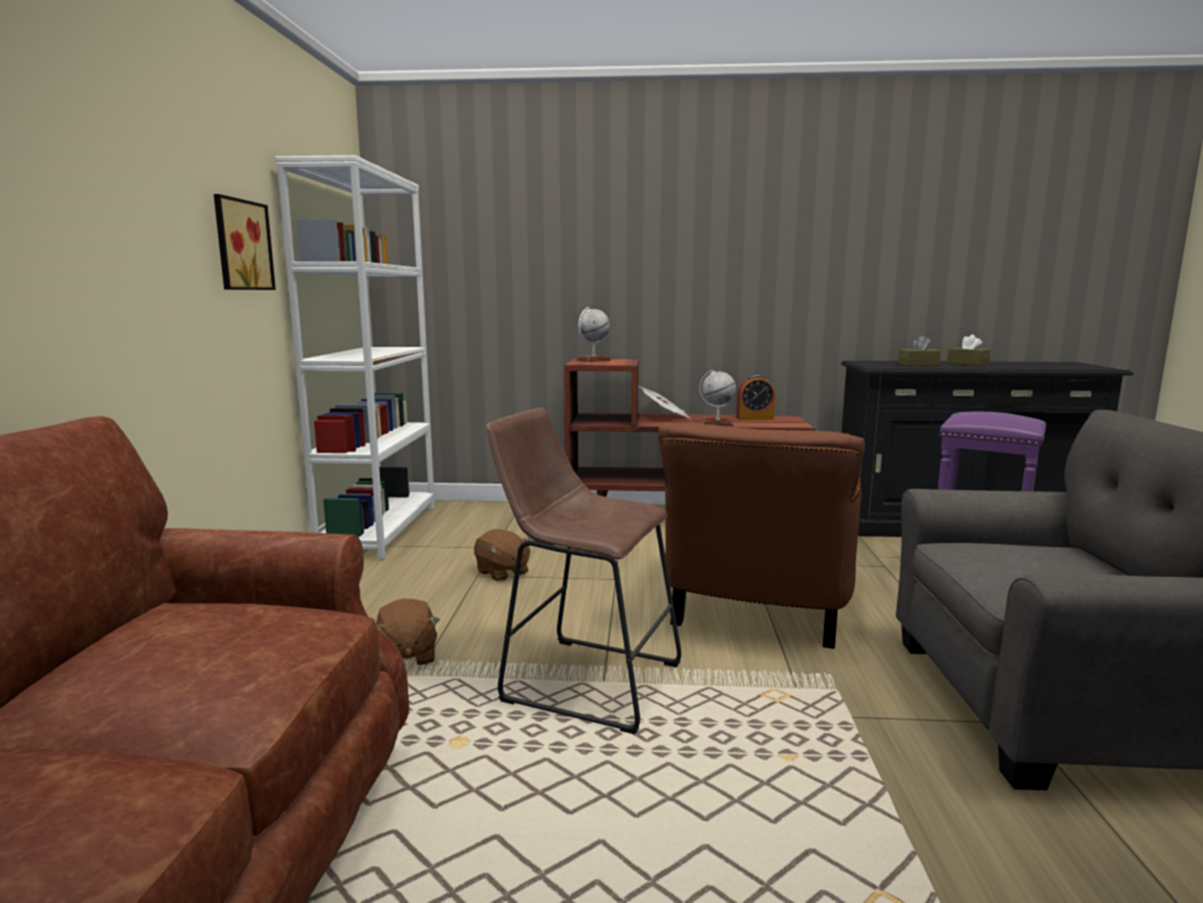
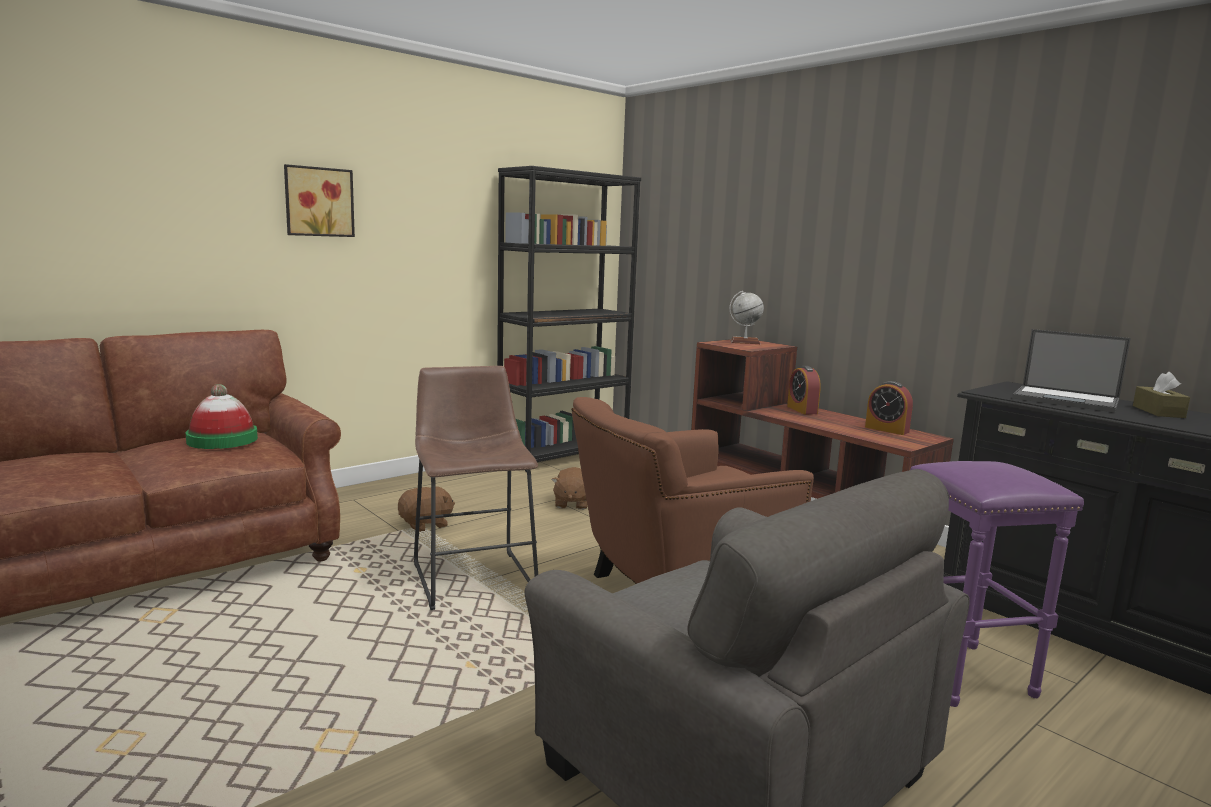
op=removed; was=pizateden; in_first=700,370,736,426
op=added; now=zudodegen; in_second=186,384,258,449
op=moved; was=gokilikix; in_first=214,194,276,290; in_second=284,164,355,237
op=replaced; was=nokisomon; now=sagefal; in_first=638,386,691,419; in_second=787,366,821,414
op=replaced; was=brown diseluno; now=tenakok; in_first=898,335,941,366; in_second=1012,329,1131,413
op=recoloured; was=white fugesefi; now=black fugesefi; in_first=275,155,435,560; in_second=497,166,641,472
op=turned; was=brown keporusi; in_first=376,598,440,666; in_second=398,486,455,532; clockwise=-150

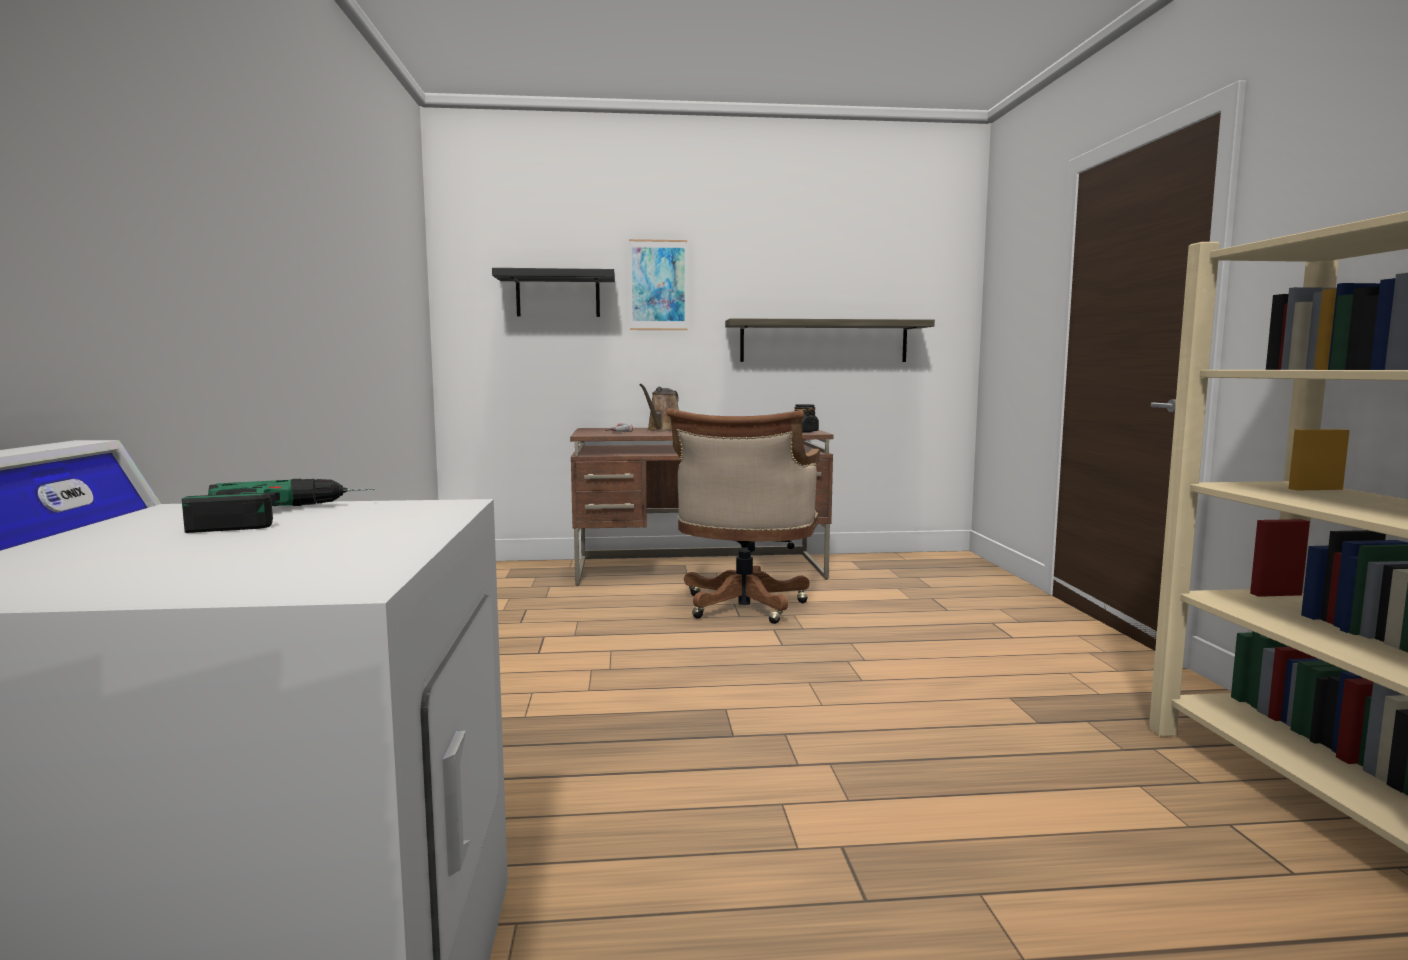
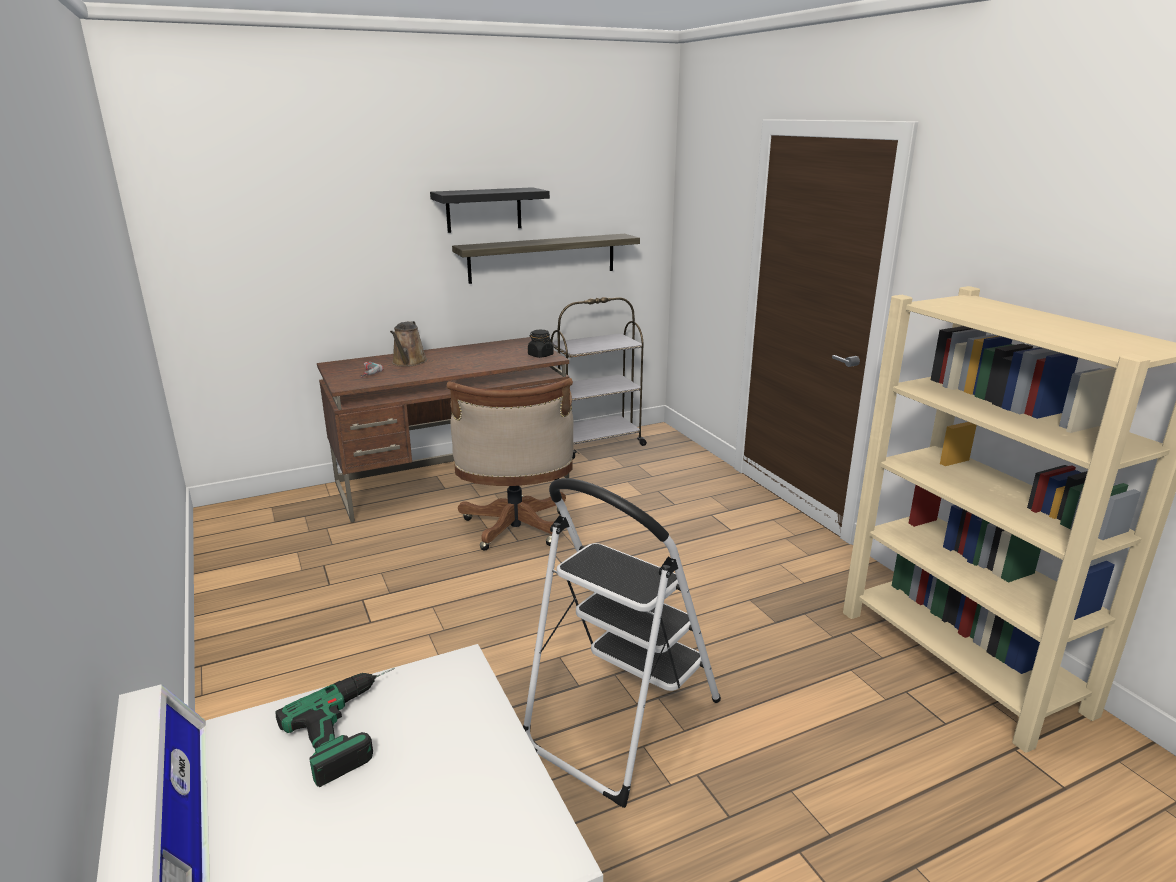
op=removed; was=gokilikix; in_first=629,239,688,330
op=added; now=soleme; in_second=523,478,721,808
op=added; now=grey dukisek; in_second=551,297,647,460
op=moved; was=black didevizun; in_first=492,268,615,317; in_second=430,187,550,233

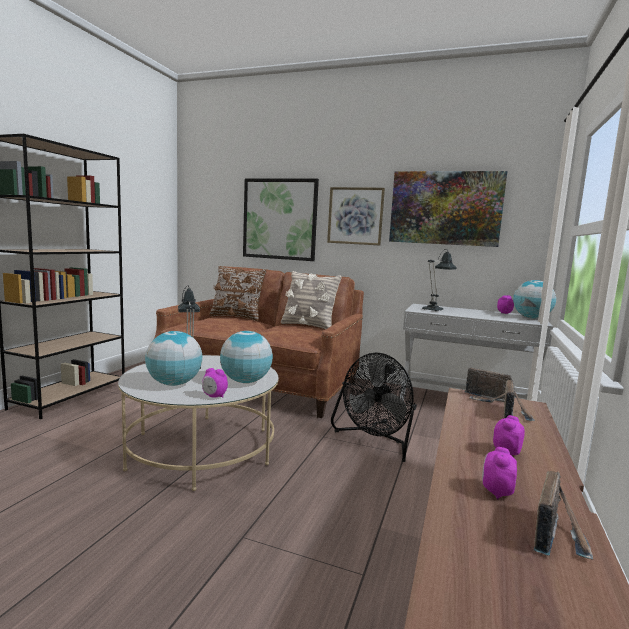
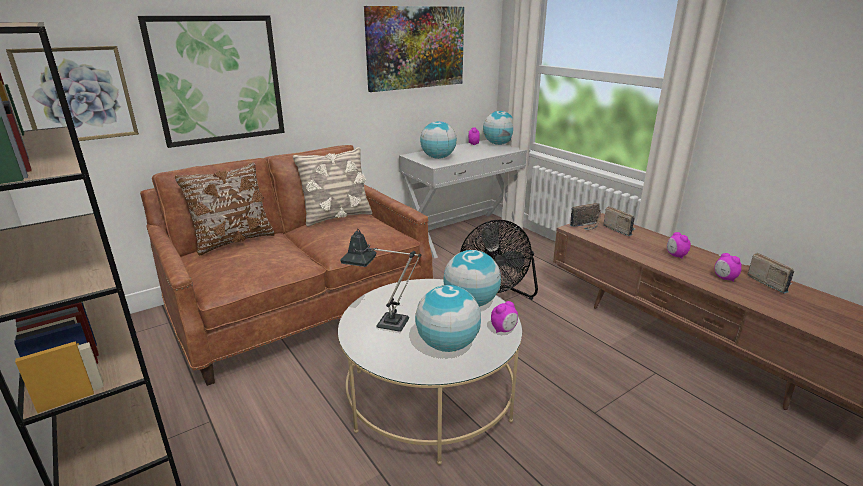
op=moved; was=gokilikix; in_first=327,187,385,245; in_second=6,46,139,141
op=replaced; was=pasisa; now=pizateden; in_first=422,250,457,311; in_second=420,121,457,159

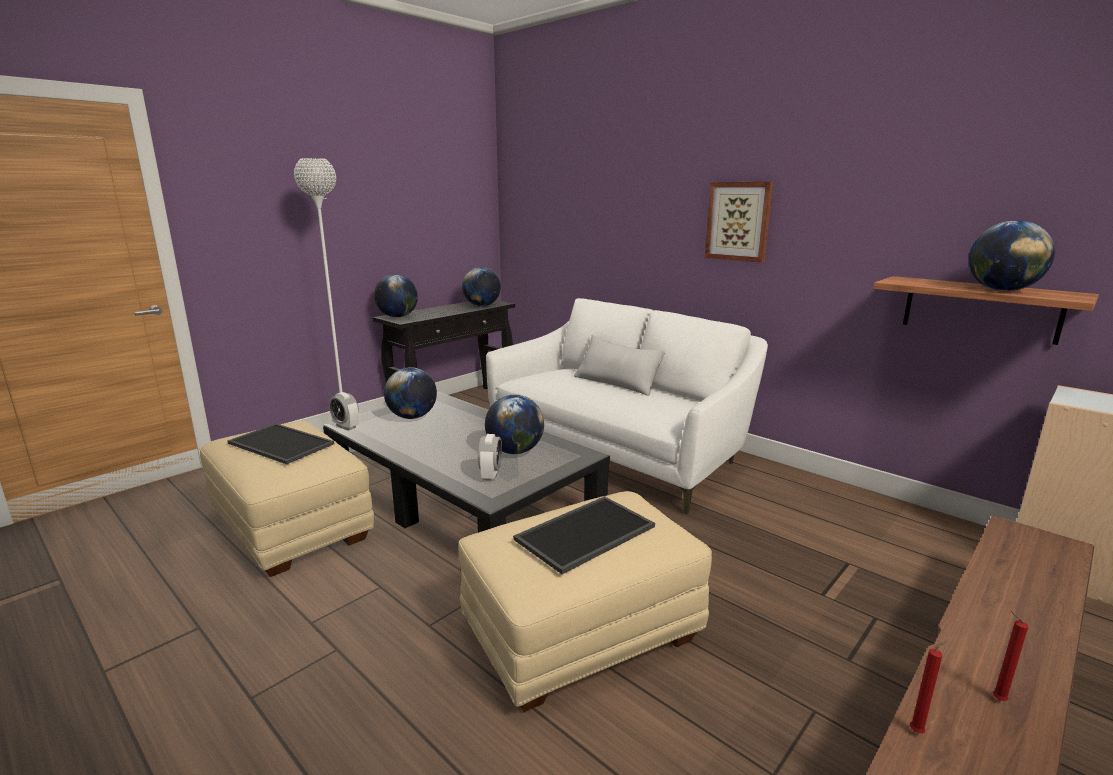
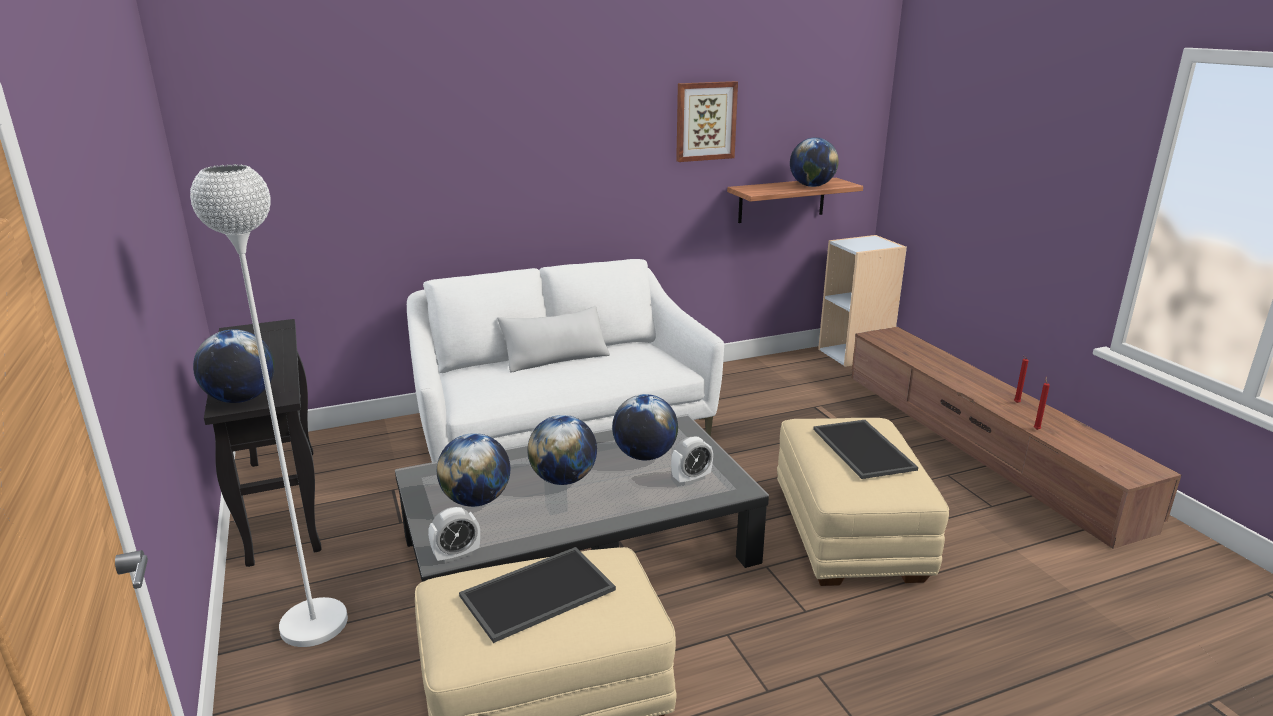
op=moved; was=pizateden; in_first=462,267,501,306; in_second=528,415,597,485
op=moved; was=gokilikix; in_first=705,182,773,263; in_second=676,81,738,162
op=turned; was=sagefal; in_first=478,434,502,481; in_second=671,436,713,485; clockwise=120

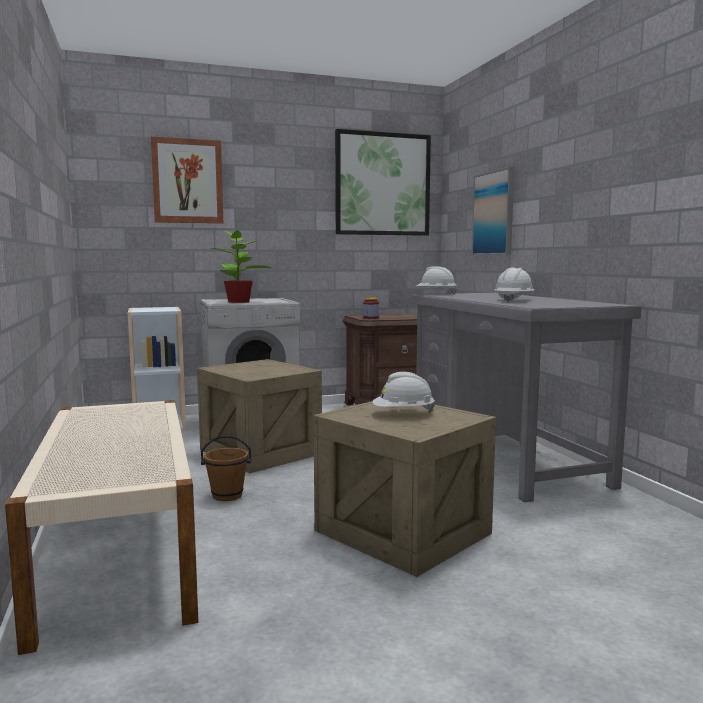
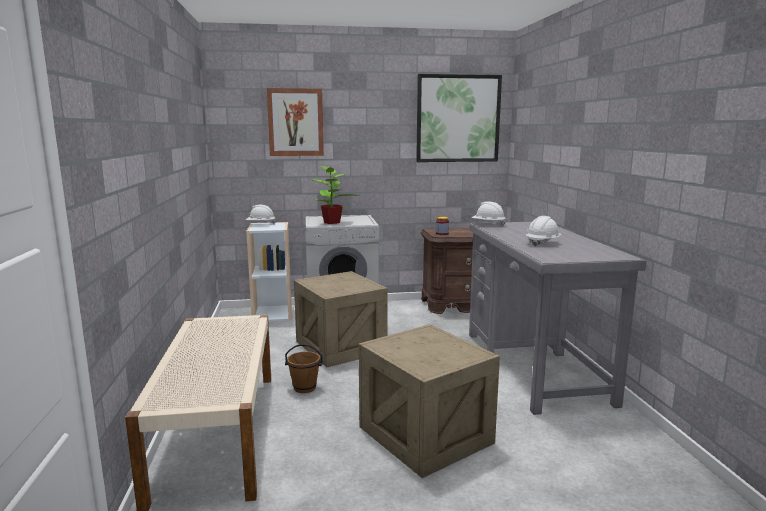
op=removed; was=gokilikix; in_first=472,167,514,255
op=moved; was=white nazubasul; in_first=372,372,435,412; in_second=246,205,276,224

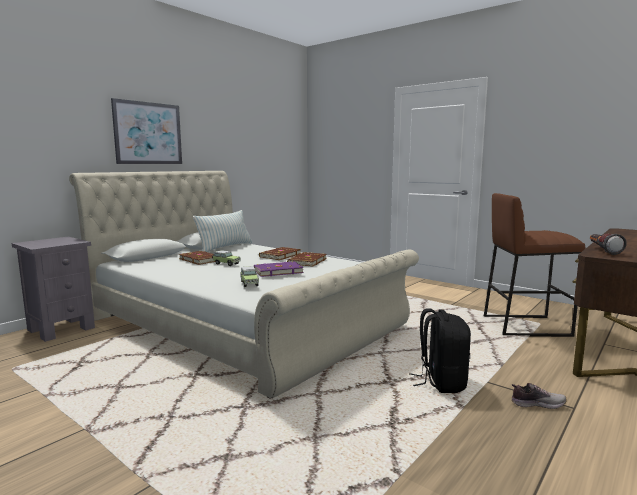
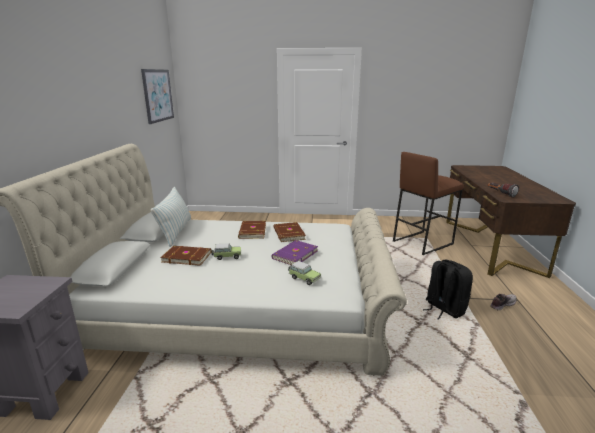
op=moved; was=gokilikix; in_first=111,98,182,164; in_second=141,69,174,124

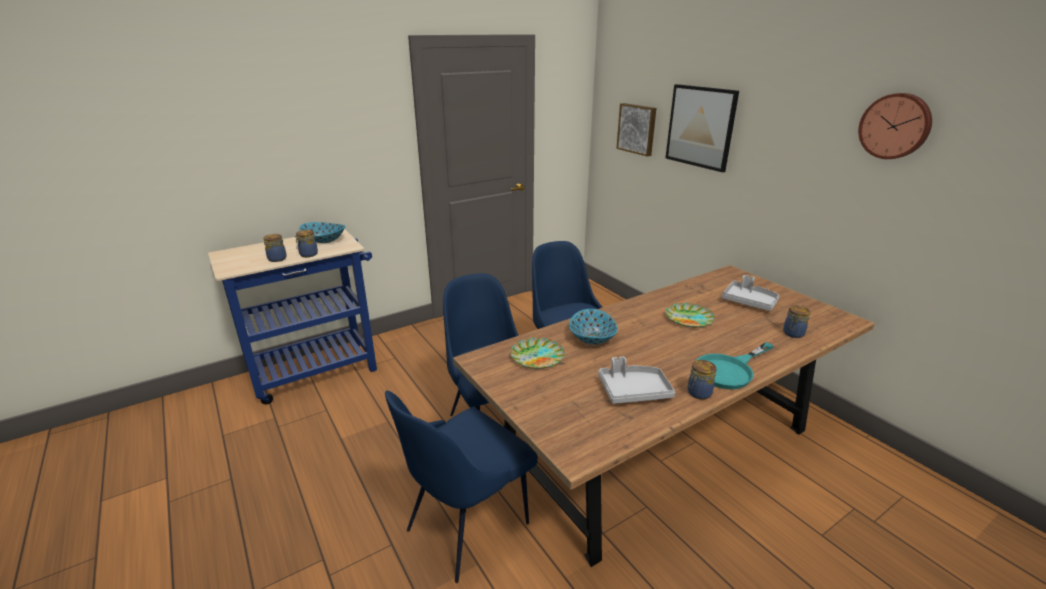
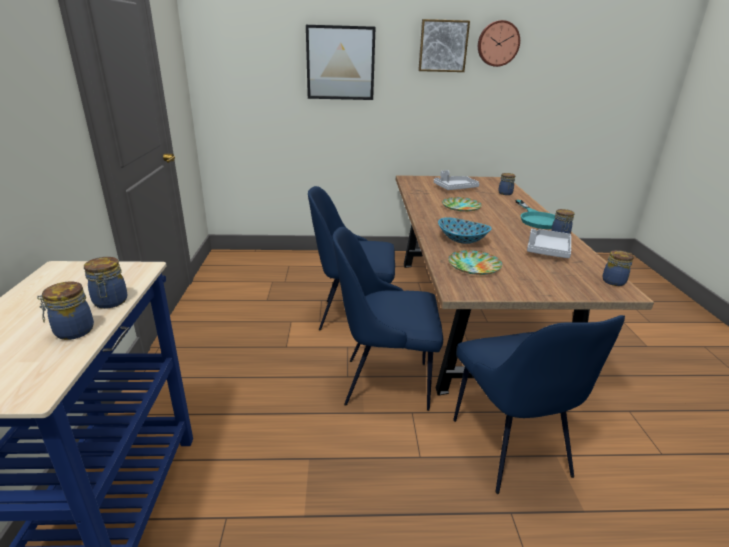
op=removed; was=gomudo; in_first=299,222,346,243
op=added; now=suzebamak; in_second=603,250,634,286
op=moved; was=gokilikix; in_first=616,103,656,157; in_second=418,19,470,72

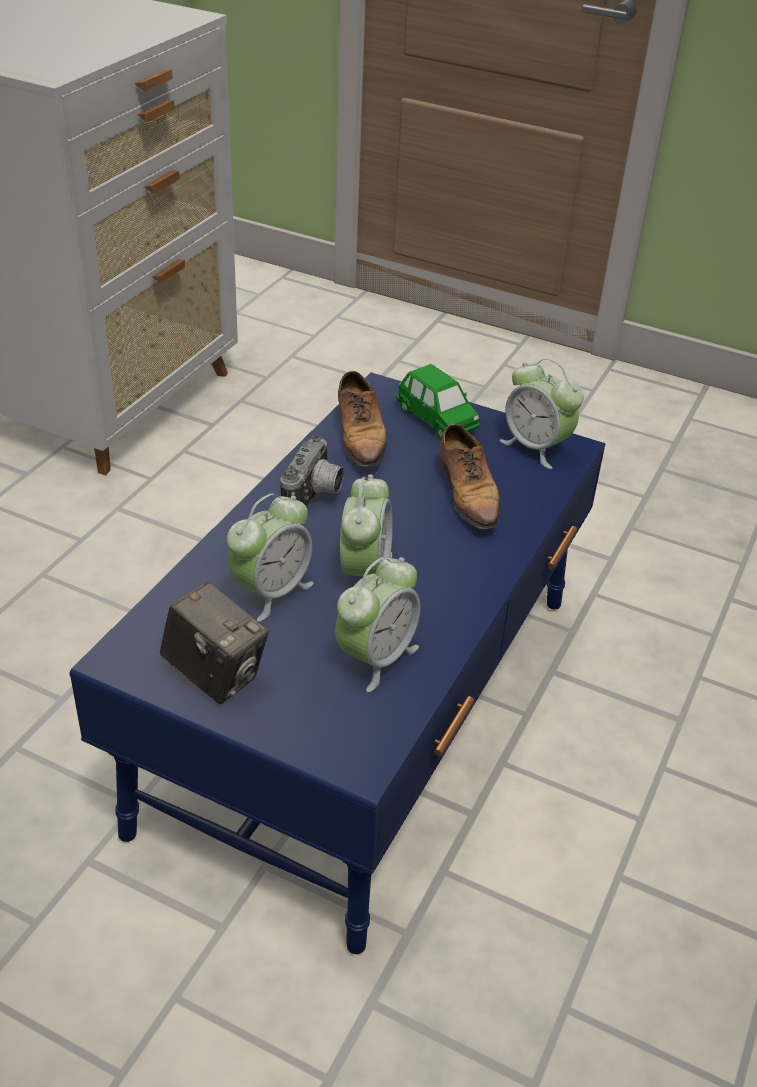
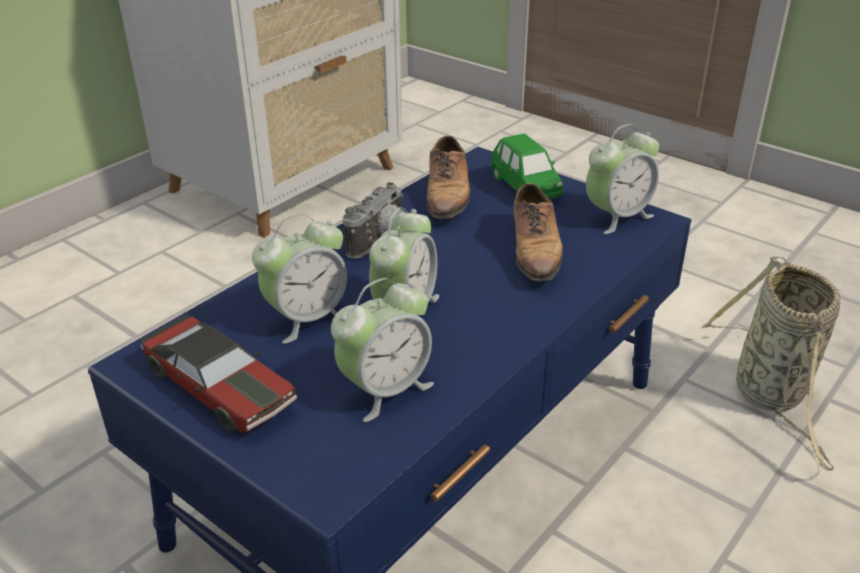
op=added; now=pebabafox; in_second=701,257,840,471
op=replaced; was=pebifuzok; now=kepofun; in_first=160,582,269,704; in_second=141,316,297,432
op=turned; was=sagefal; in_first=500,358,584,469; in_second=586,124,659,234; clockwise=-90

